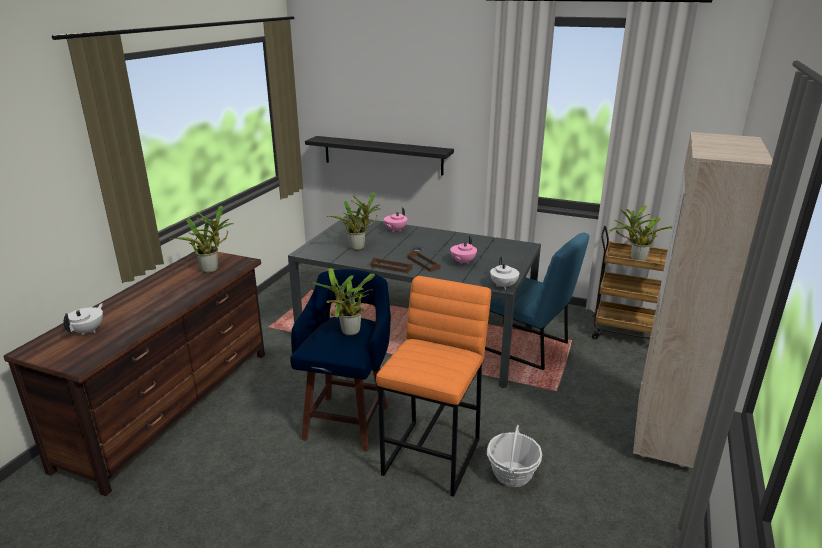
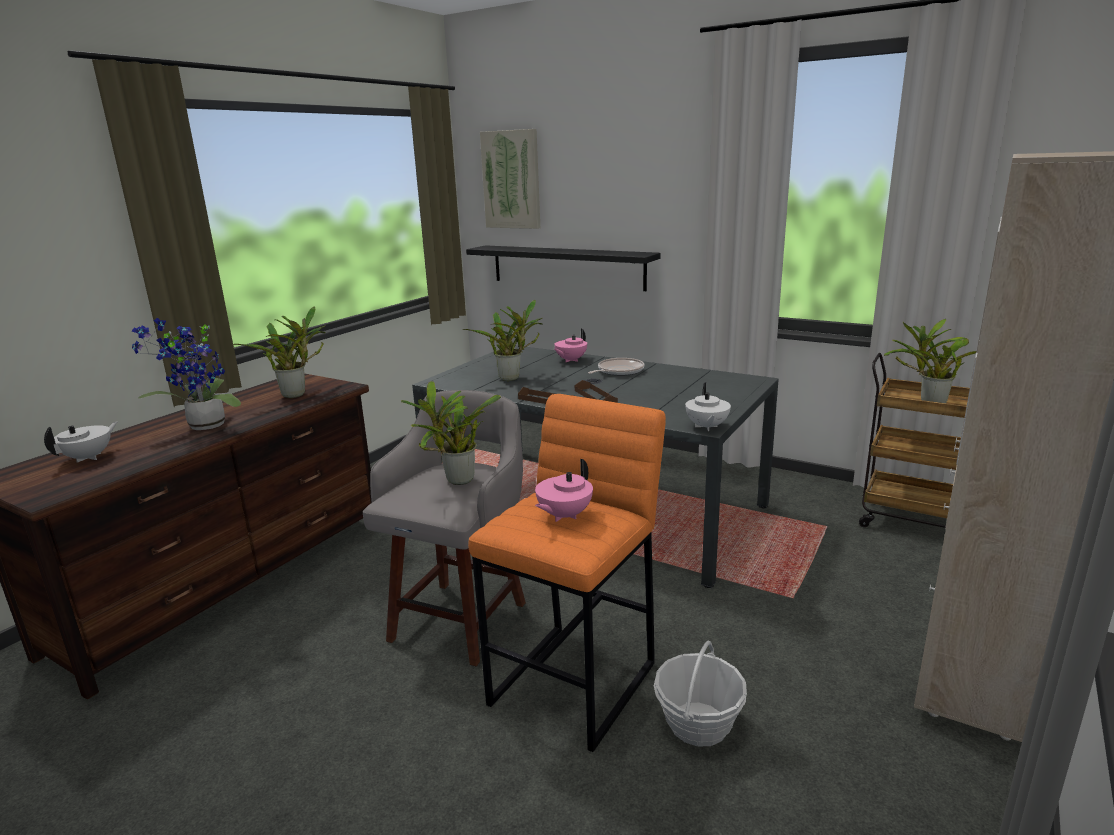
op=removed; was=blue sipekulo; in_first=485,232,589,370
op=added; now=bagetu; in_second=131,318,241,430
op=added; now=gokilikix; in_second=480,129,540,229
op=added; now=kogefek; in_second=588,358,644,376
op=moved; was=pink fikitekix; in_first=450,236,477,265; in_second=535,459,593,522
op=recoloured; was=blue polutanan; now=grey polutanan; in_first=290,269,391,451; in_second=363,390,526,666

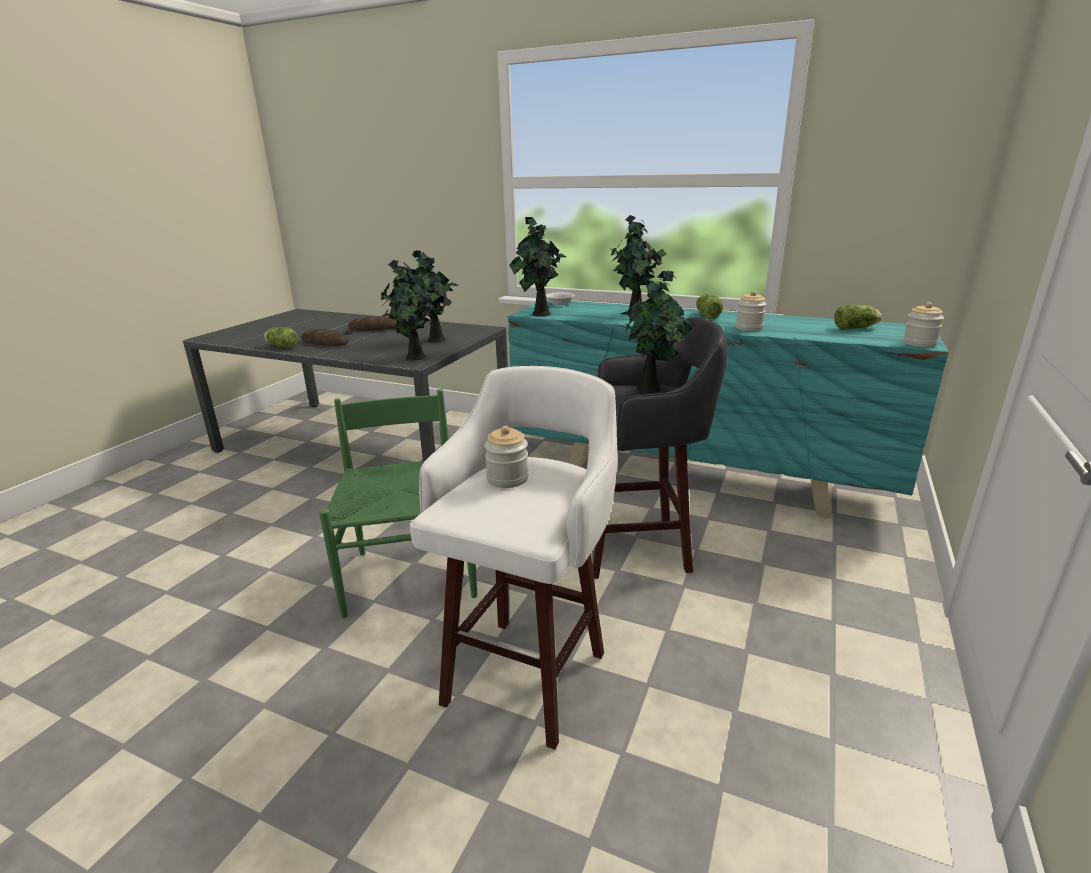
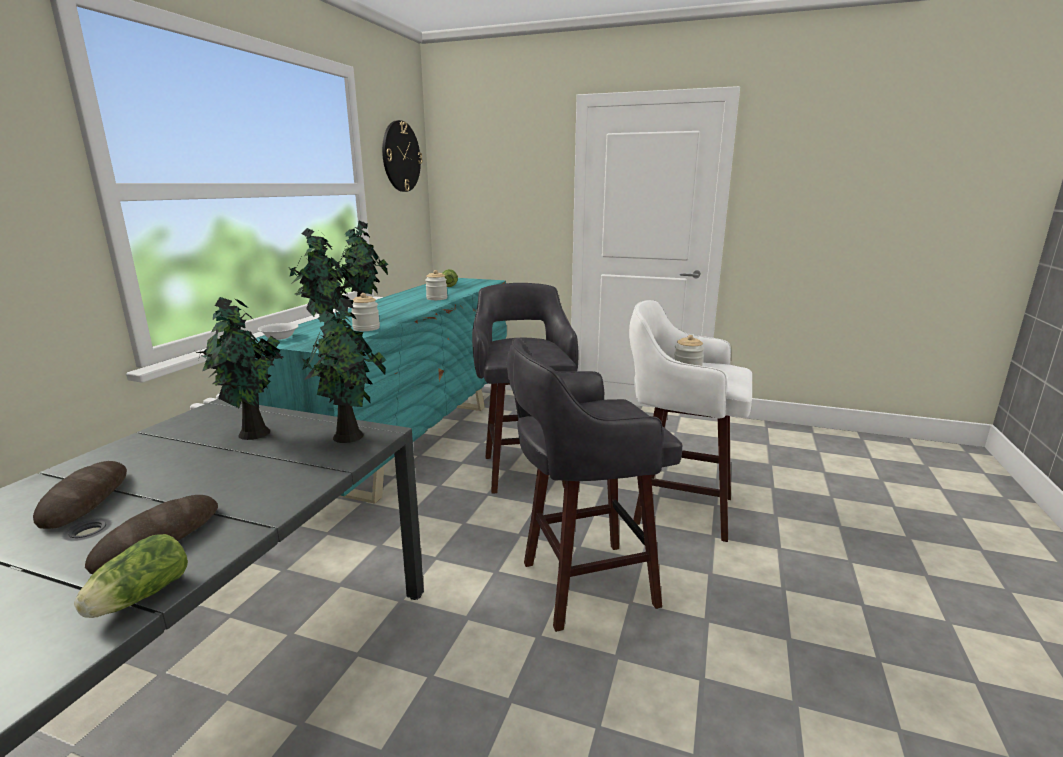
op=removed; was=bagetu; in_first=620,271,692,393
op=removed; was=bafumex; in_first=696,294,723,319
op=added; now=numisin; in_second=382,120,422,192
op=moved; was=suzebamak; in_first=903,302,944,347; in_second=351,293,380,331
op=replaced; was=green sipekulo; now=grey polutanan; in_first=319,389,477,618; in_second=507,338,682,632

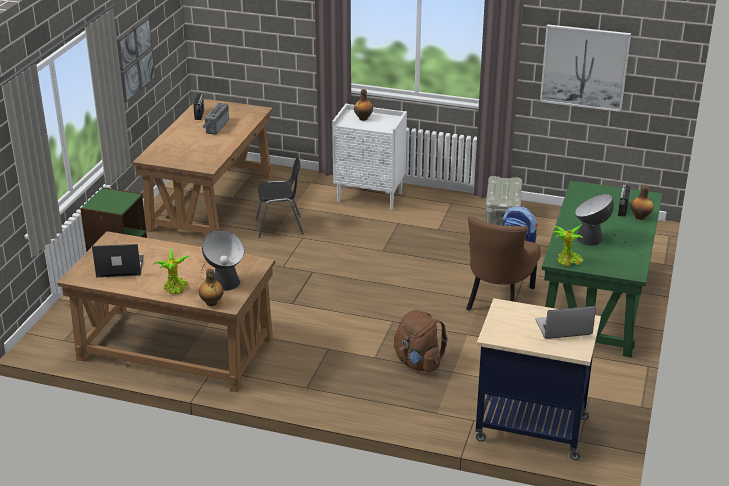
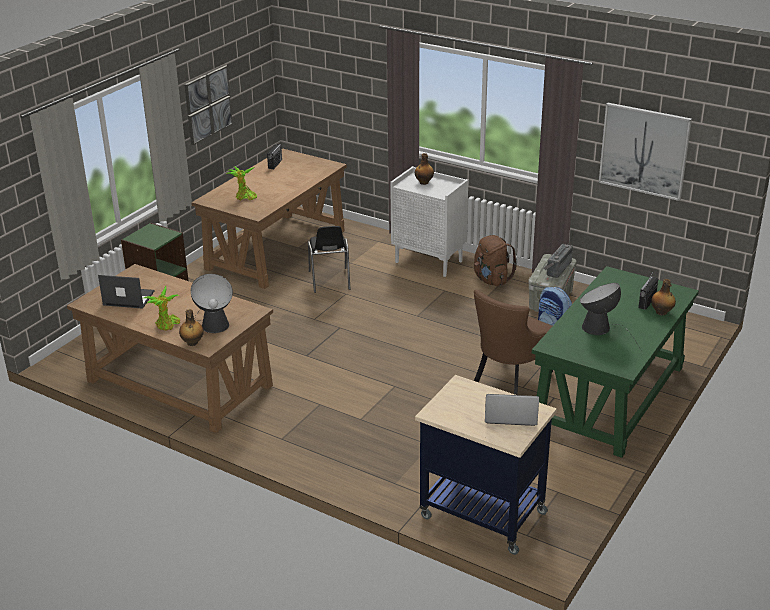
op=moved; was=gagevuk; in_first=202,103,229,135; in_second=544,244,573,278
op=moved; was=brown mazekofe; in_first=394,310,448,373; in_second=474,235,517,286
op=moved; was=bagetu; in_first=552,225,583,267; in_second=226,166,257,201
op=turned; was=black sipekulo; in_first=256,157,304,238; in_second=308,226,350,293; clockwise=75

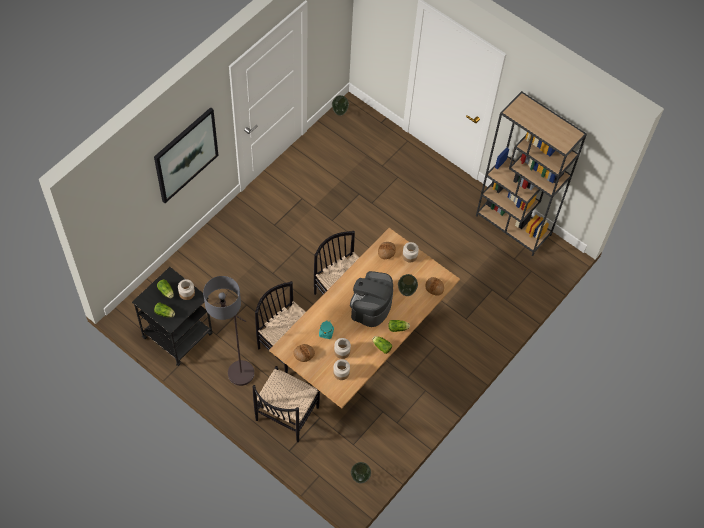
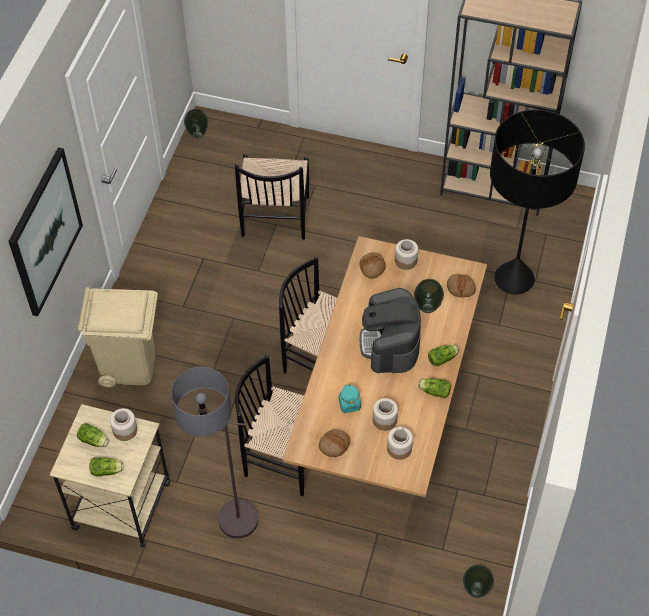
op=added; now=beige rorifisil; in_second=78,287,158,388
op=added; now=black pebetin; in_second=490,109,585,294
op=moved; was=black sipekulo; in_first=253,366,320,442; in_second=235,154,309,240
op=recoloured; was=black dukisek; now=beige dukisek; in_first=132,267,213,366; in_second=50,404,170,547

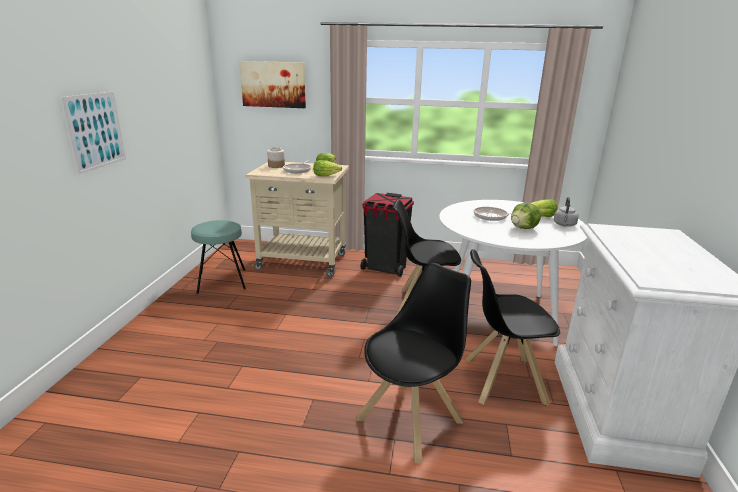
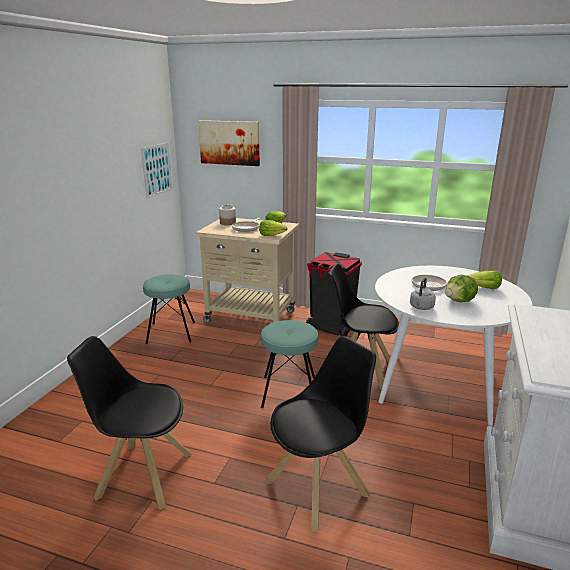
op=added; now=turquoise polutanan; in_second=261,320,318,408
op=moved; was=gokilikix; in_first=60,92,126,175; in_second=141,143,173,199
op=moved; was=black sipekulo; in_first=465,249,560,406; in_second=67,336,192,510
op=moved; was=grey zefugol; in_first=554,197,579,227; in_second=410,278,436,310

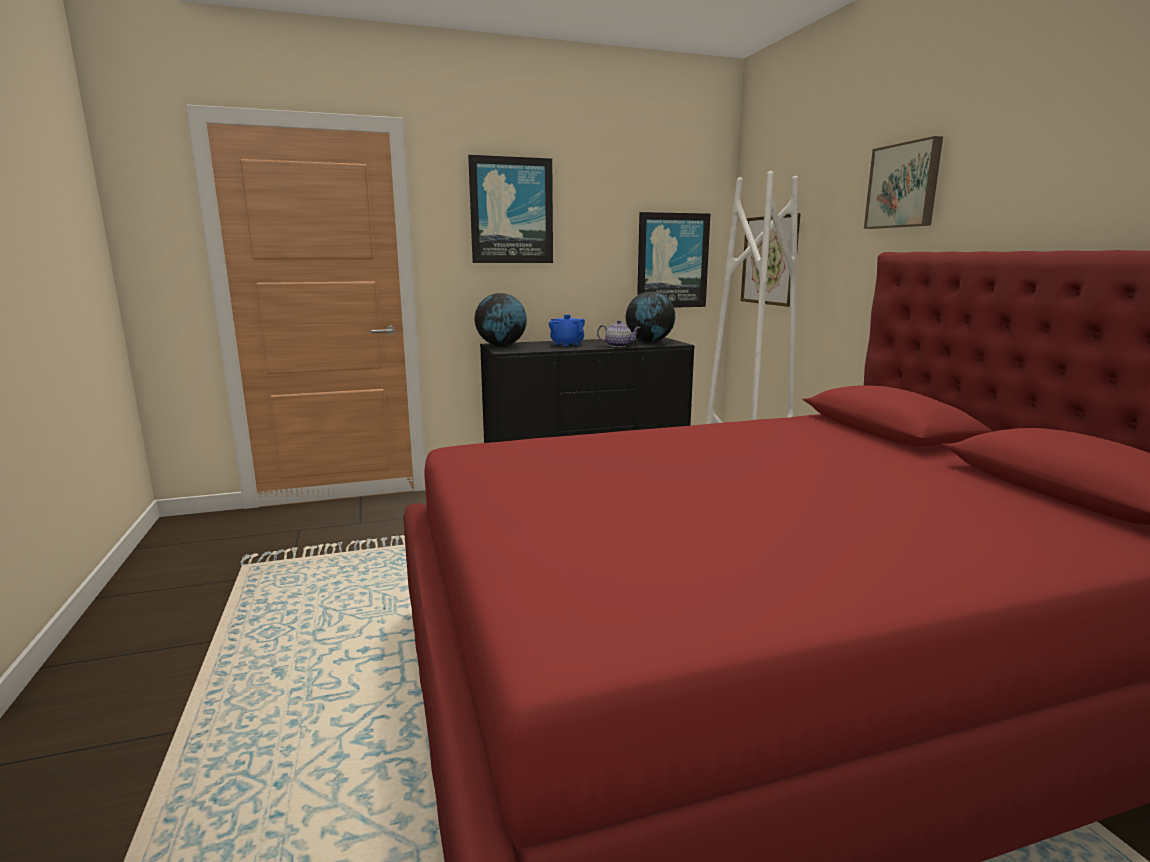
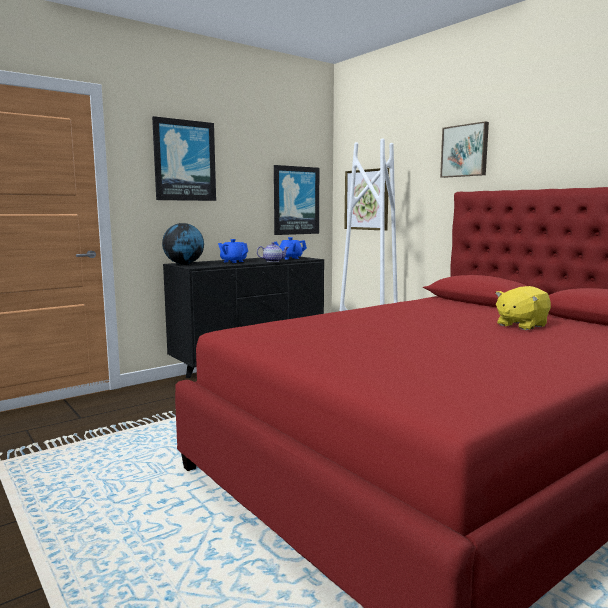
op=added; now=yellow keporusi; in_second=495,286,551,330
op=replaced; was=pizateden; now=blue fikitekix; in_first=626,292,675,343; in_second=274,237,307,259

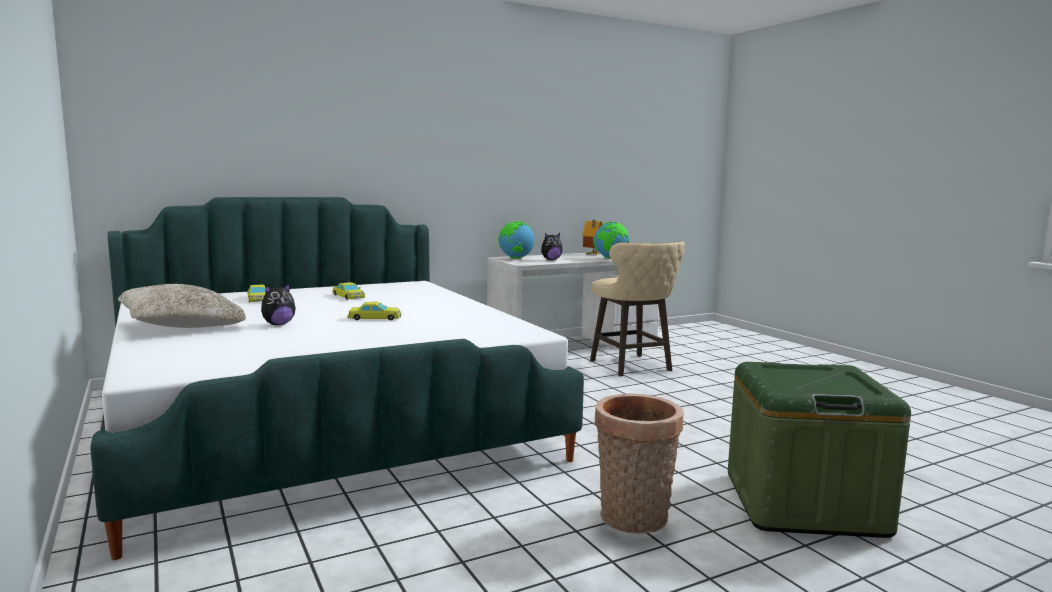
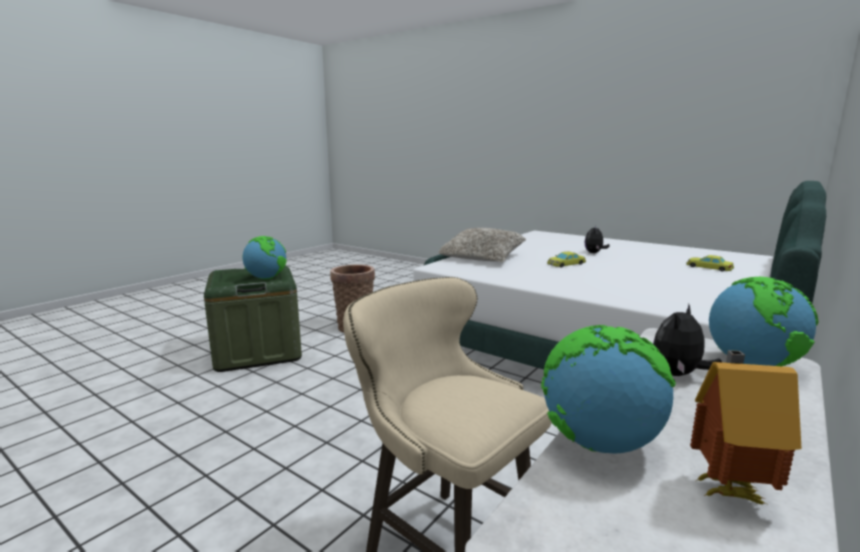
op=removed; was=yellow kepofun; in_first=332,282,365,300
op=added; now=pizateden; in_second=242,236,287,280
op=moved; was=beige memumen; in_first=118,284,246,328; in_second=439,228,526,262

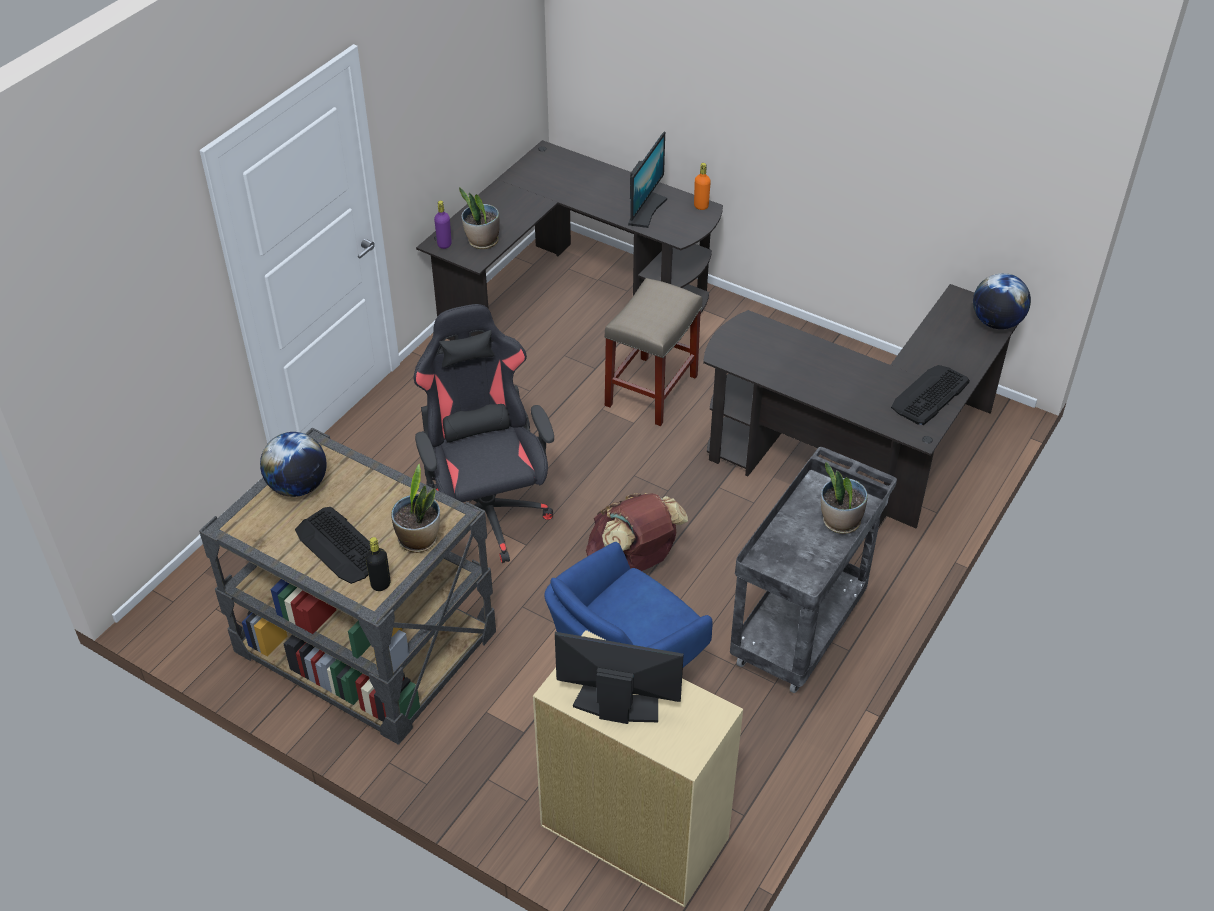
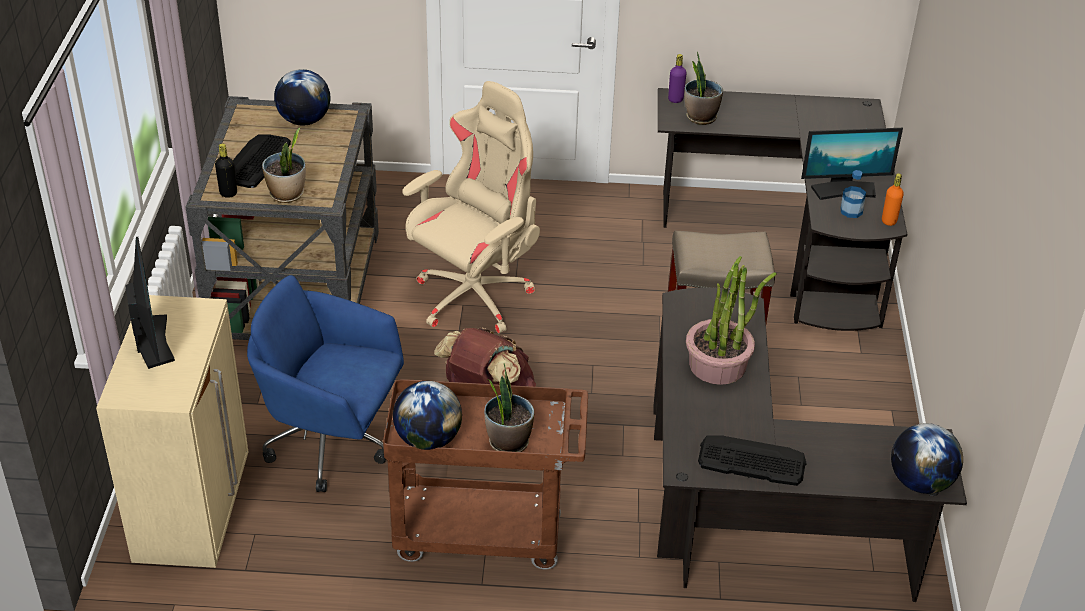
op=added; now=pizateden; in_second=393,381,462,450
op=added; now=bagetu; in_second=686,256,776,385
op=added; now=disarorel; in_second=840,170,866,218
op=recoloured; was=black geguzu; now=beige geguzu; in_first=414,304,554,563; in_second=403,81,540,333
op=recoloured; was=grey dukisek; now=brown dukisek; in_first=730,447,897,693; in_second=383,379,588,570

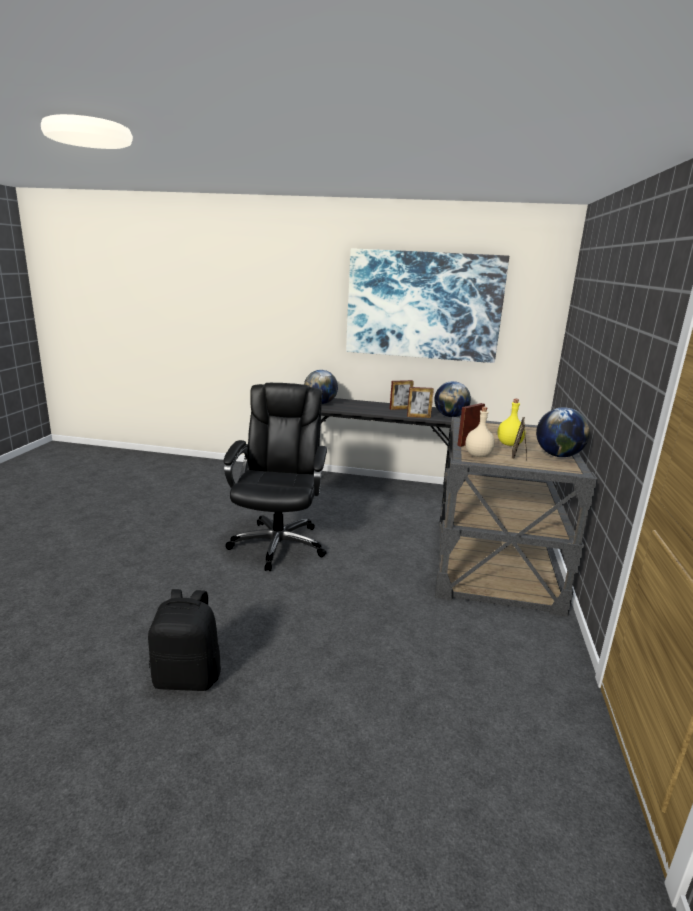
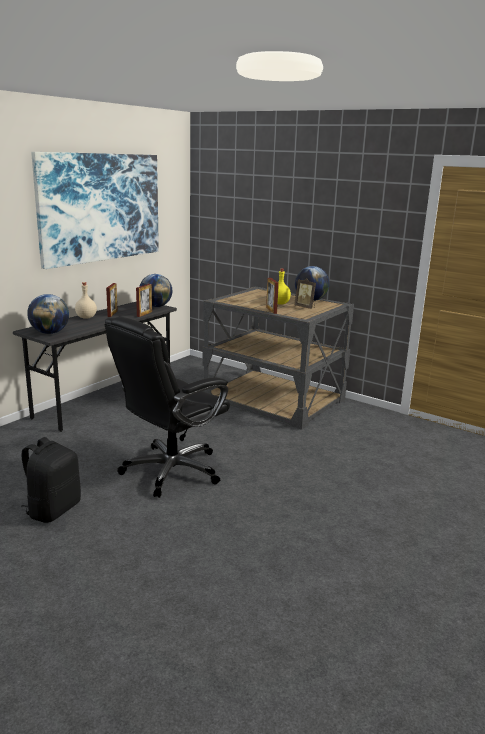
op=moved; was=black mazekofe; in_first=148,589,221,691; in_second=21,437,81,523
op=moved; was=beige disarorel; in_first=466,407,495,457; in_second=75,282,97,319
op=turned; was=black geguzu; in_first=224,383,327,571; in_second=105,317,230,498; clockwise=-75

